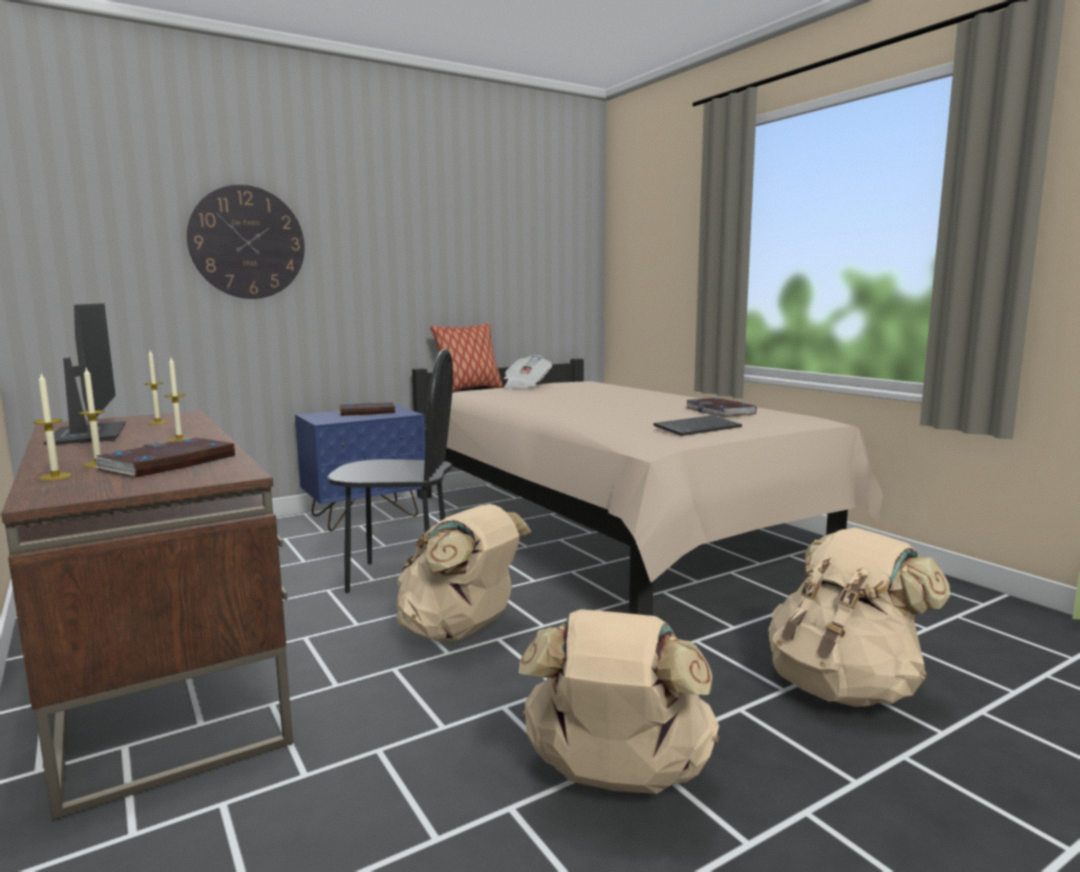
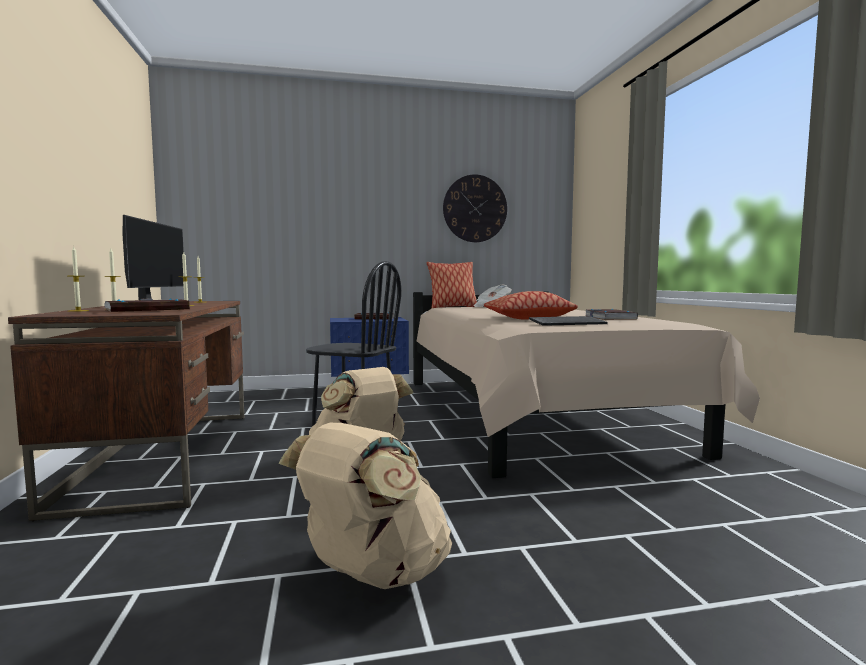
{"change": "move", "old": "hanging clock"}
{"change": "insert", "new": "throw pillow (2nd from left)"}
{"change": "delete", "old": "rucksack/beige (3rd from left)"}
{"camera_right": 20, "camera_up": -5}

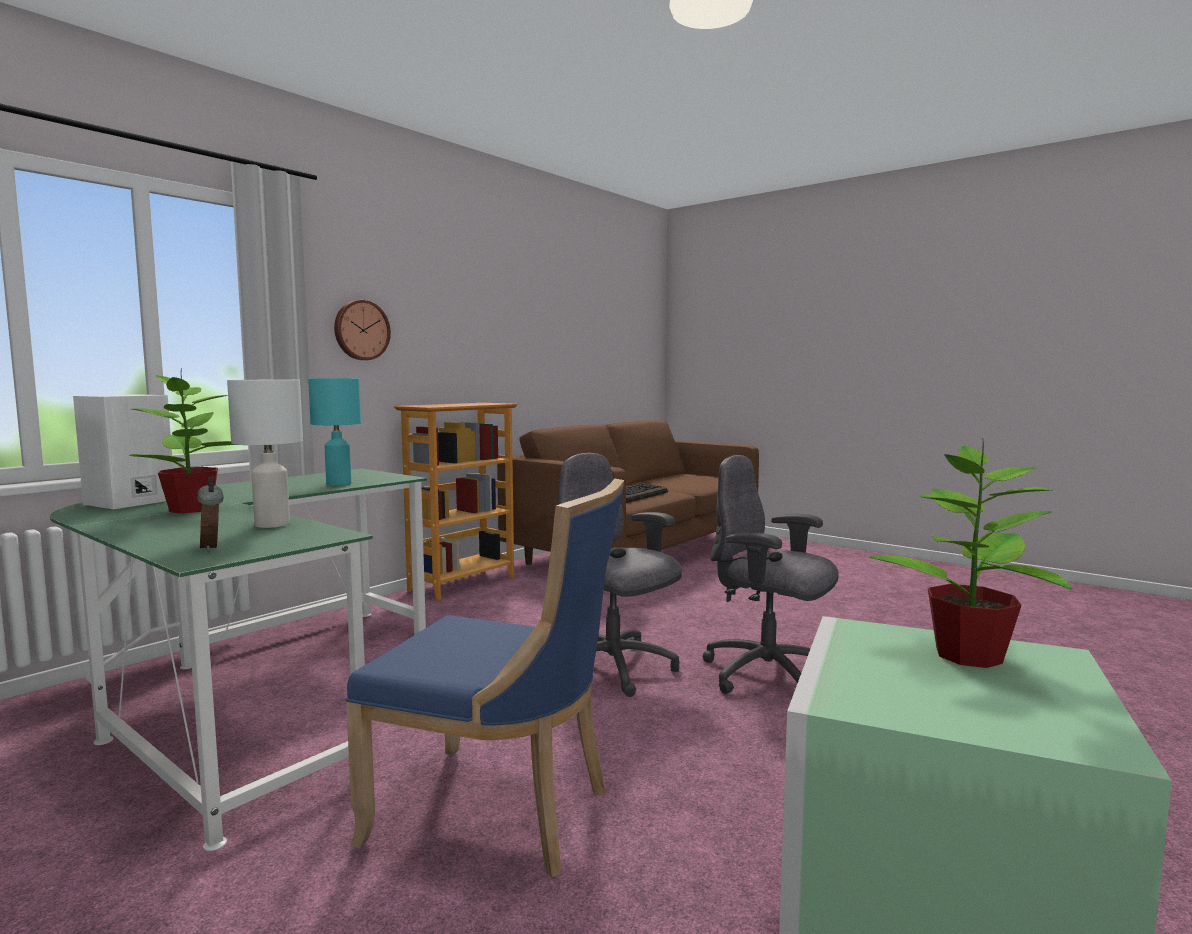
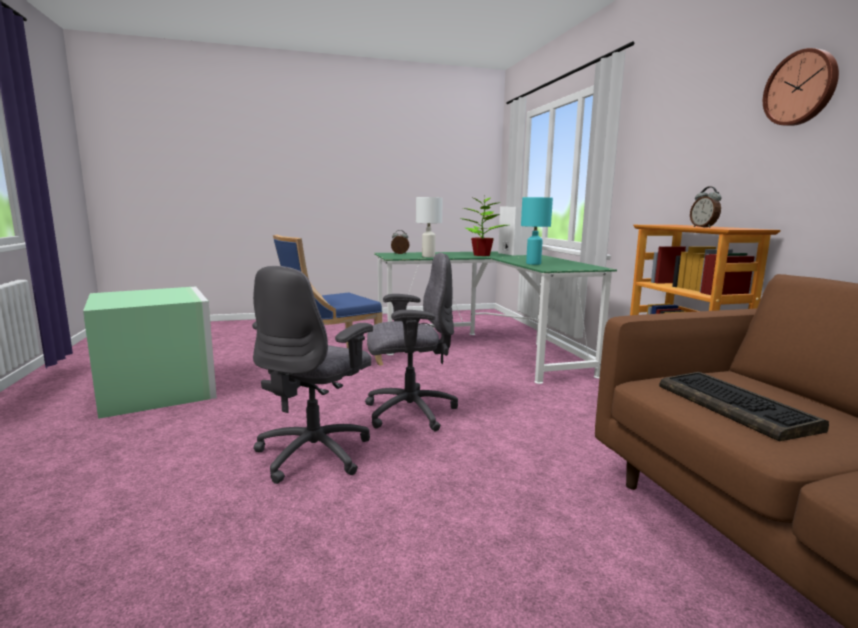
{"change": "rotate", "old": "desk chair/gray (2nd from left in the first image)", "degrees": 135}
{"change": "insert", "new": "table clock (2nd from left)"}
{"change": "move", "old": "hanging clock"}
{"change": "delete", "old": "houseplant (2nd from left)"}
{"camera_right": 125, "camera_up": 5}

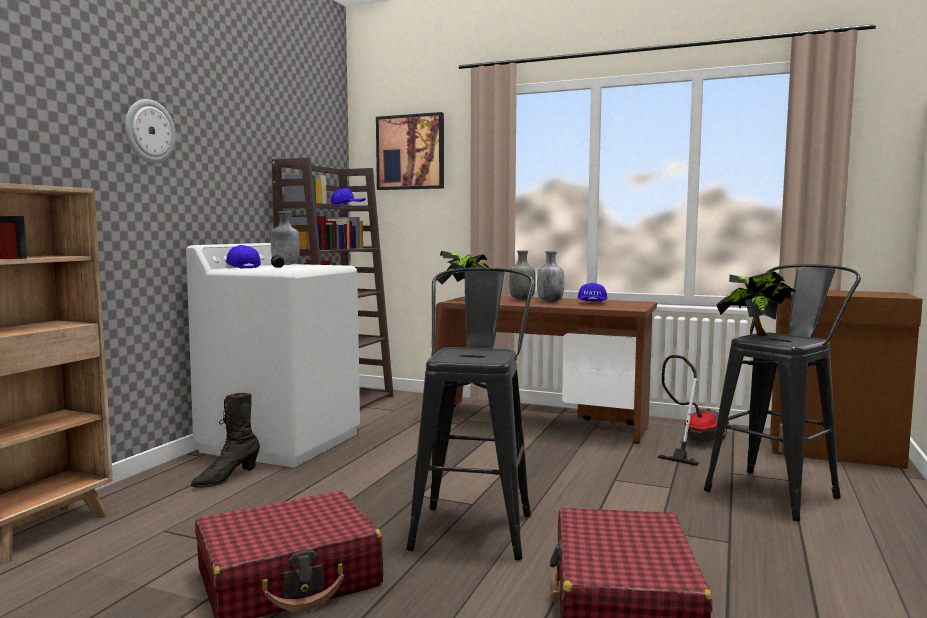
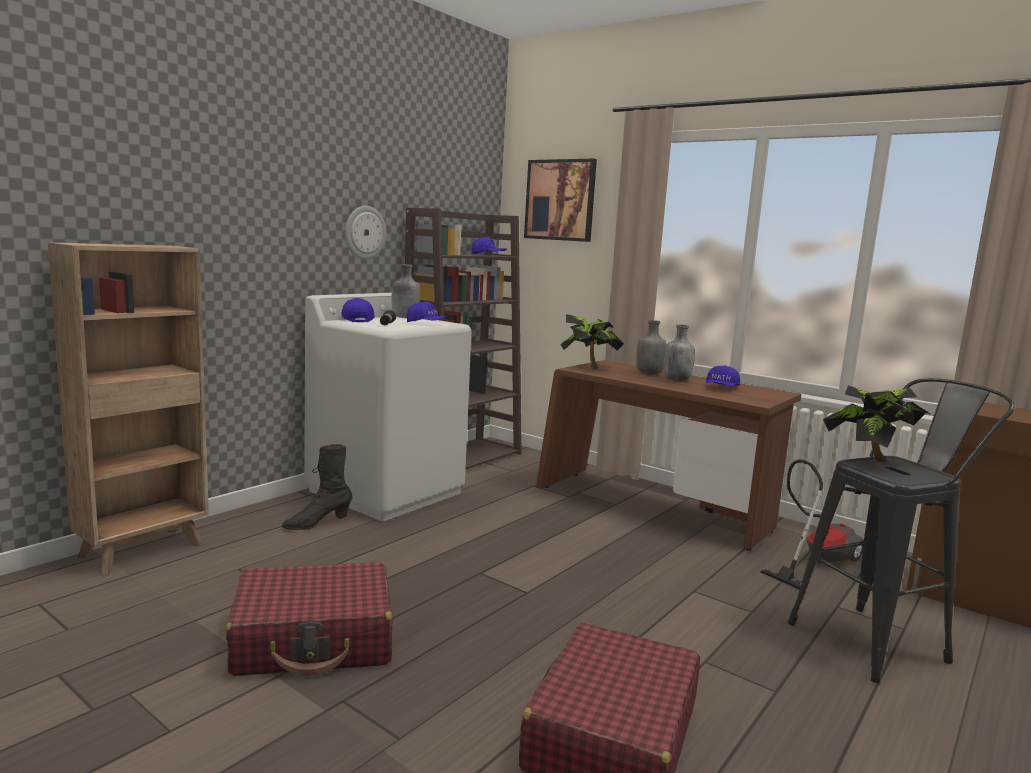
{"change": "move", "old": "hanging clock"}
{"change": "insert", "new": "cap/blue-coloured (2nd from left)"}
{"change": "delete", "old": "stool/blackish (1st from left)"}
{"camera_right": 15, "camera_up": 5}

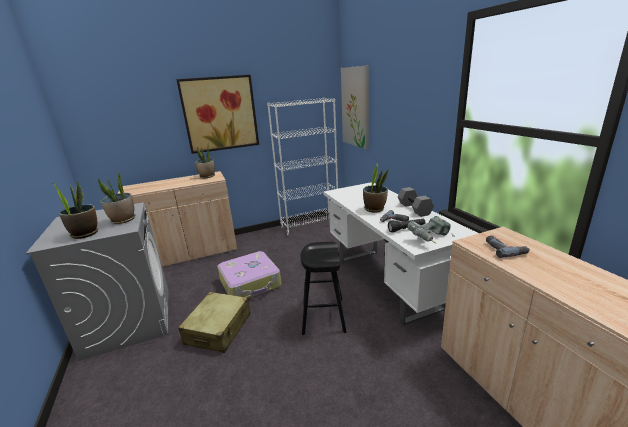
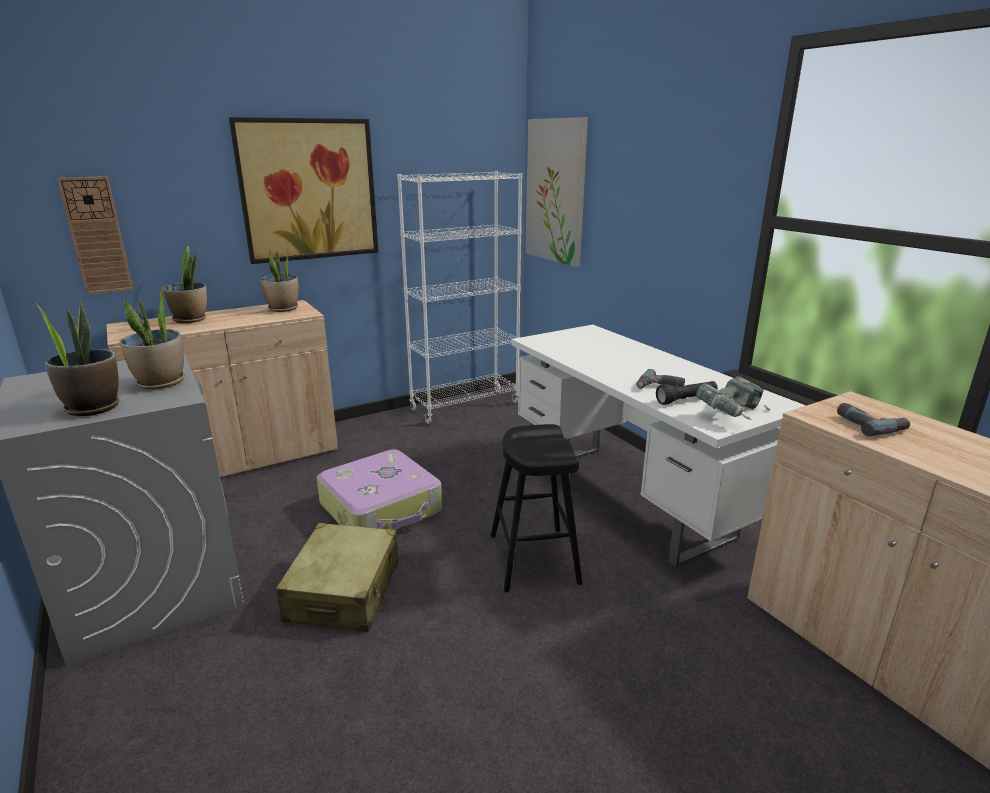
{"change": "insert", "new": "hanging clock"}
{"change": "move", "old": "houseplant (4th from left in the first image)", "new": "houseplant (3rd from left)"}
{"change": "delete", "old": "hand weight/gray"}
{"camera_right": -10, "camera_up": 0}

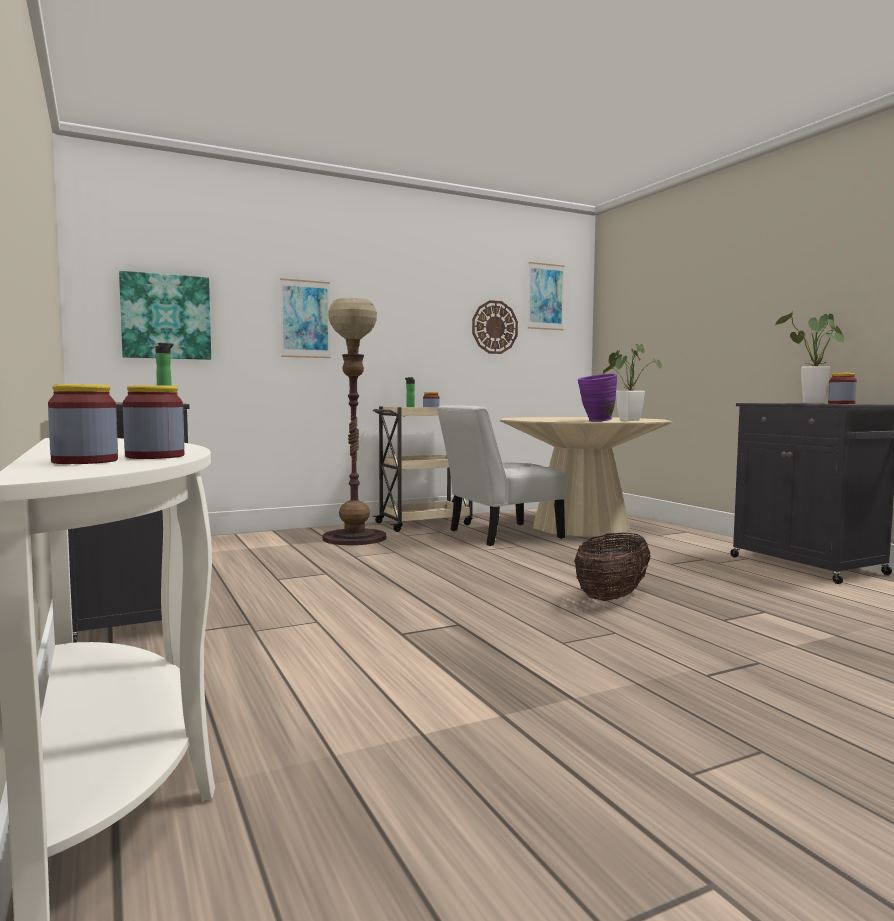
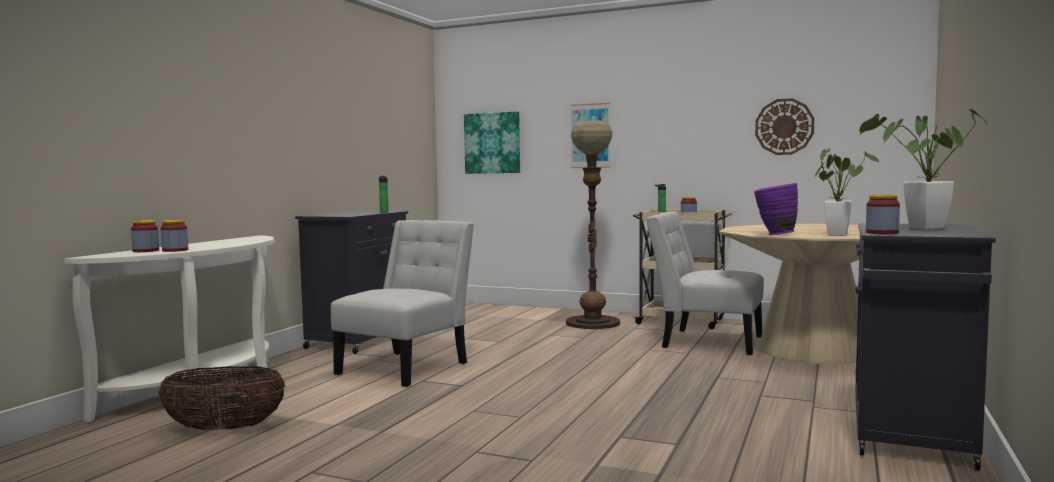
{"change": "move", "old": "storage basket"}
{"change": "insert", "new": "chair/white (1st from left)"}
{"change": "delete", "old": "wall art (3rd from left)"}
{"camera_right": 50, "camera_up": 0}

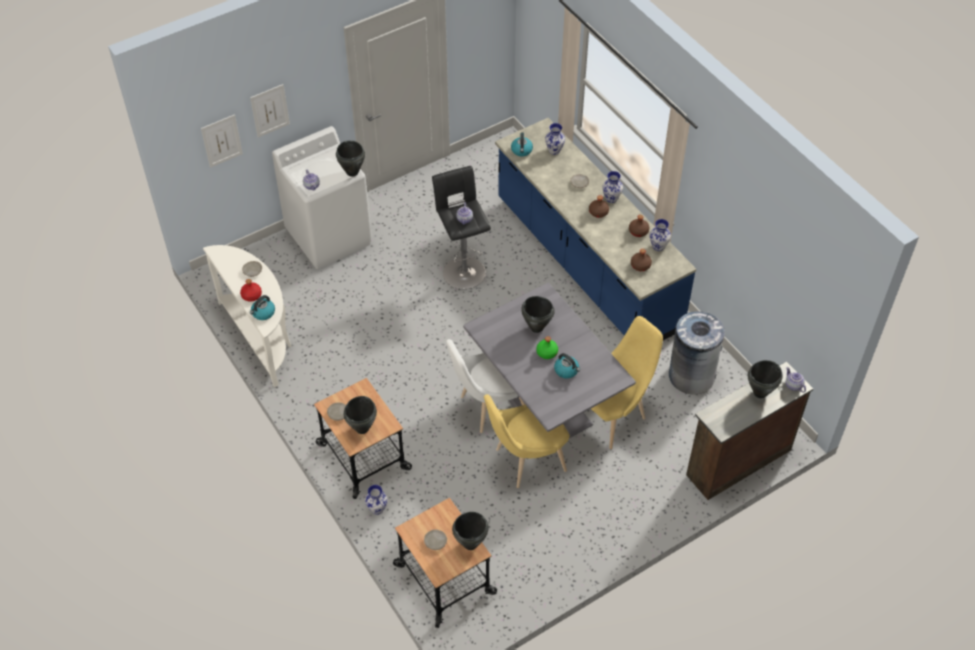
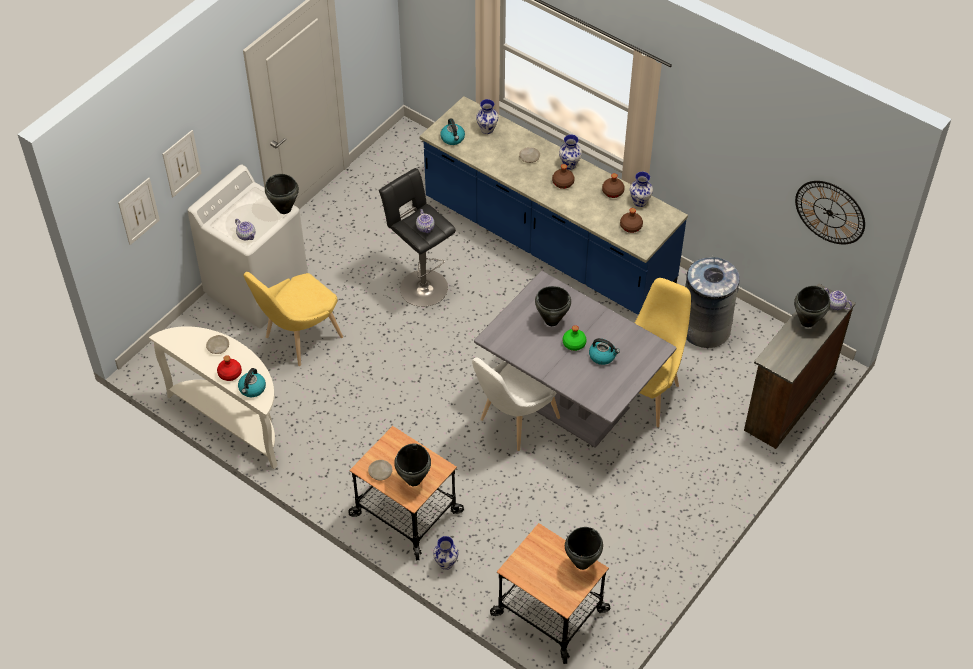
{"change": "move", "old": "chair/yellow-coloured (1st from left)"}
{"change": "insert", "new": "hanging clock"}
{"change": "delete", "old": "flat dish/beige (3rd from left)"}
{"camera_right": -20, "camera_up": 0}

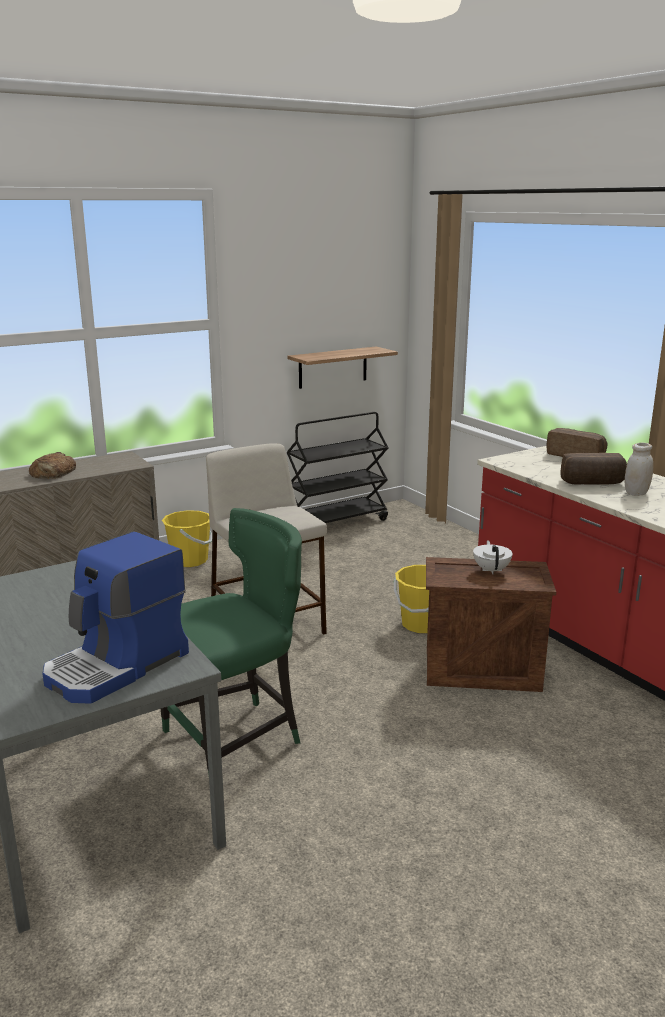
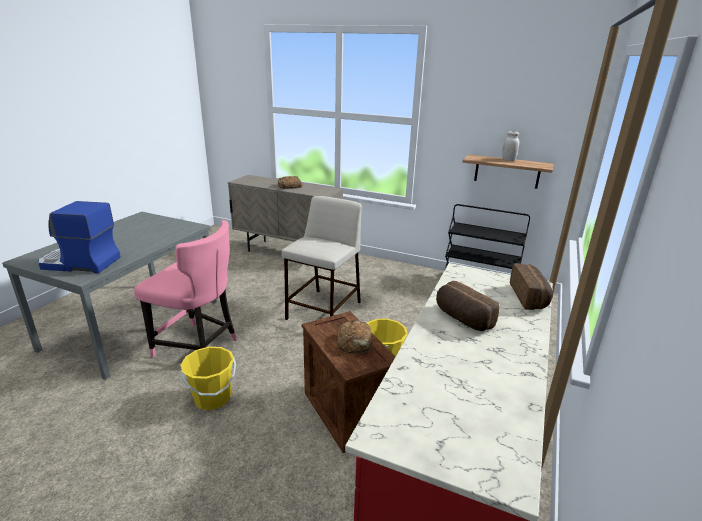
{"change": "recolor", "old": "chair/green", "new": "chair/pinkish"}
{"change": "move", "old": "bucket/yellow-coloured (1st from left)"}
{"change": "replace", "old": "tea pot/white", "new": "bakery bread (2nd from left)"}
{"change": "move", "old": "storage jar/white"}
{"camera_right": 55, "camera_up": 5}

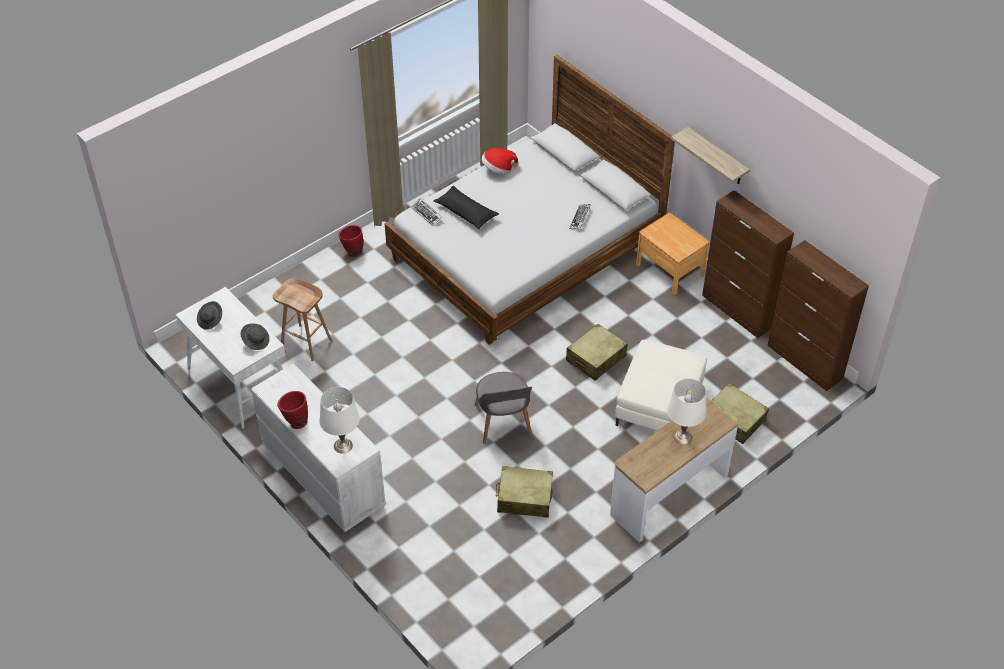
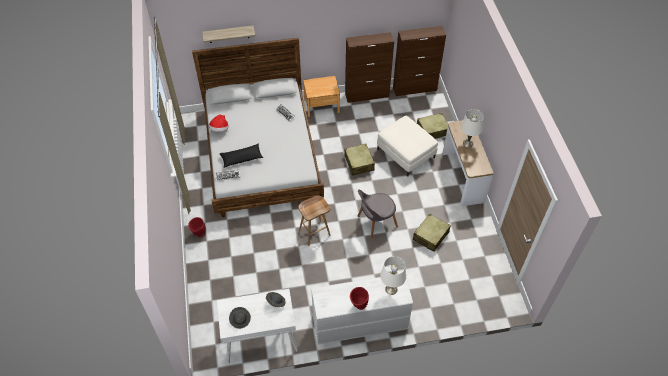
{"change": "move", "old": "wall shelf"}
{"change": "move", "old": "stool/brownish"}
{"change": "rotate", "old": "chair/gray", "degrees": 135}
{"camera_right": -60, "camera_up": 5}

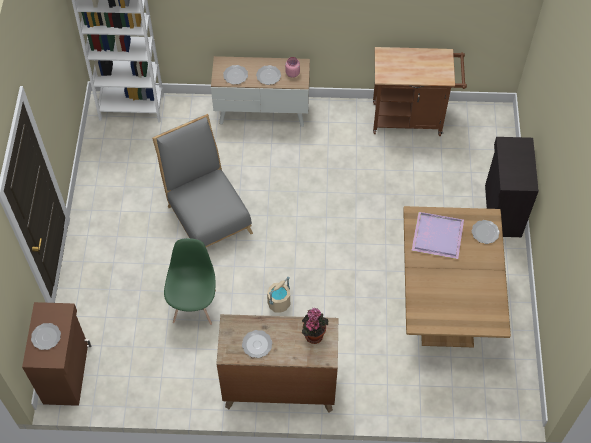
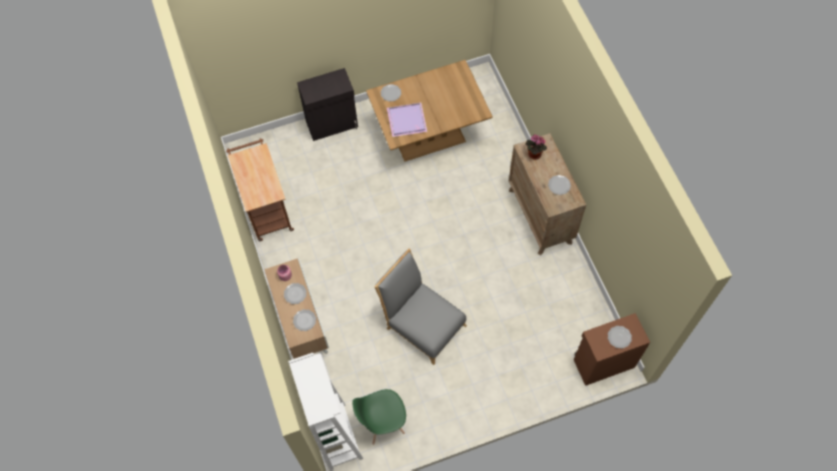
{"change": "move", "old": "chair/green"}
{"change": "rotate", "old": "chair/gray", "degrees": 90}
{"change": "delete", "old": "bucket/beige"}
{"camera_right": -110, "camera_up": 5}

